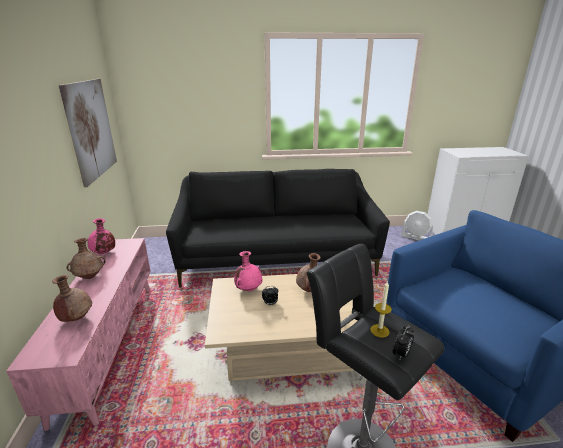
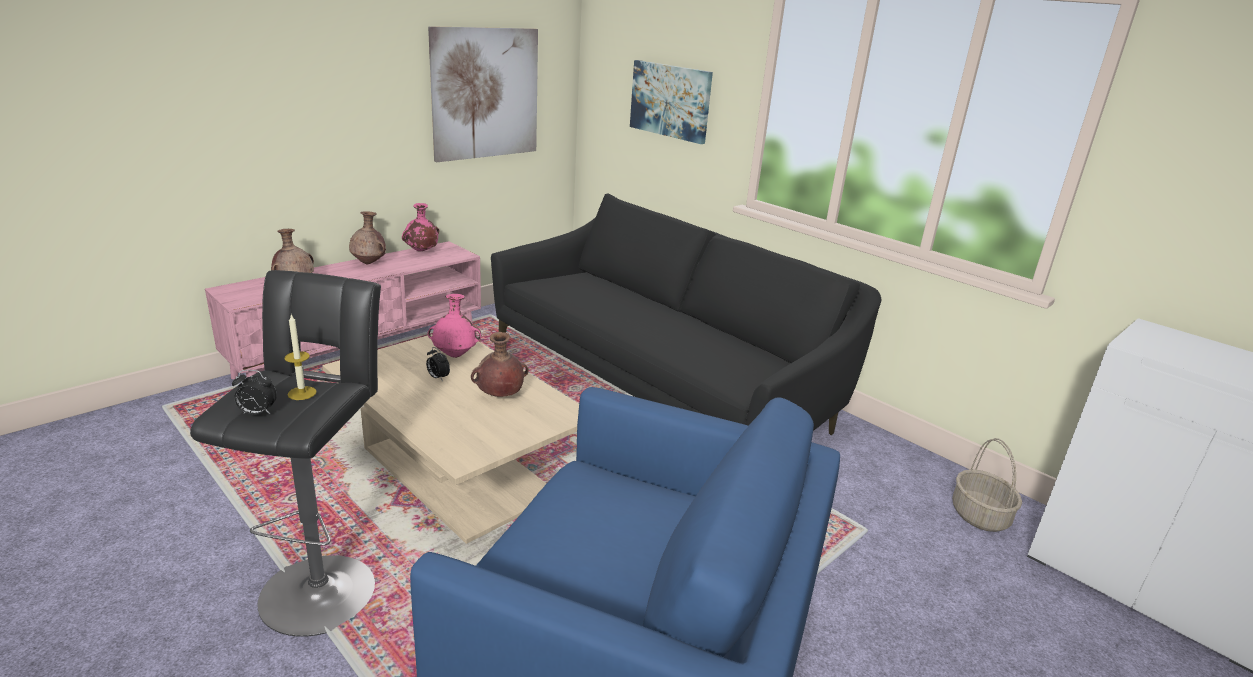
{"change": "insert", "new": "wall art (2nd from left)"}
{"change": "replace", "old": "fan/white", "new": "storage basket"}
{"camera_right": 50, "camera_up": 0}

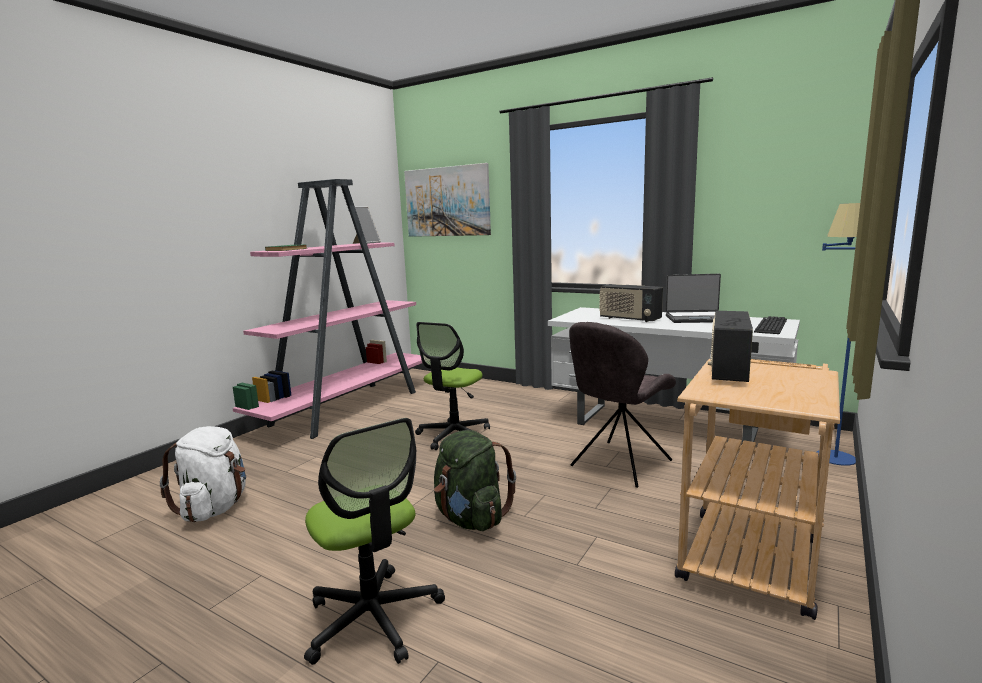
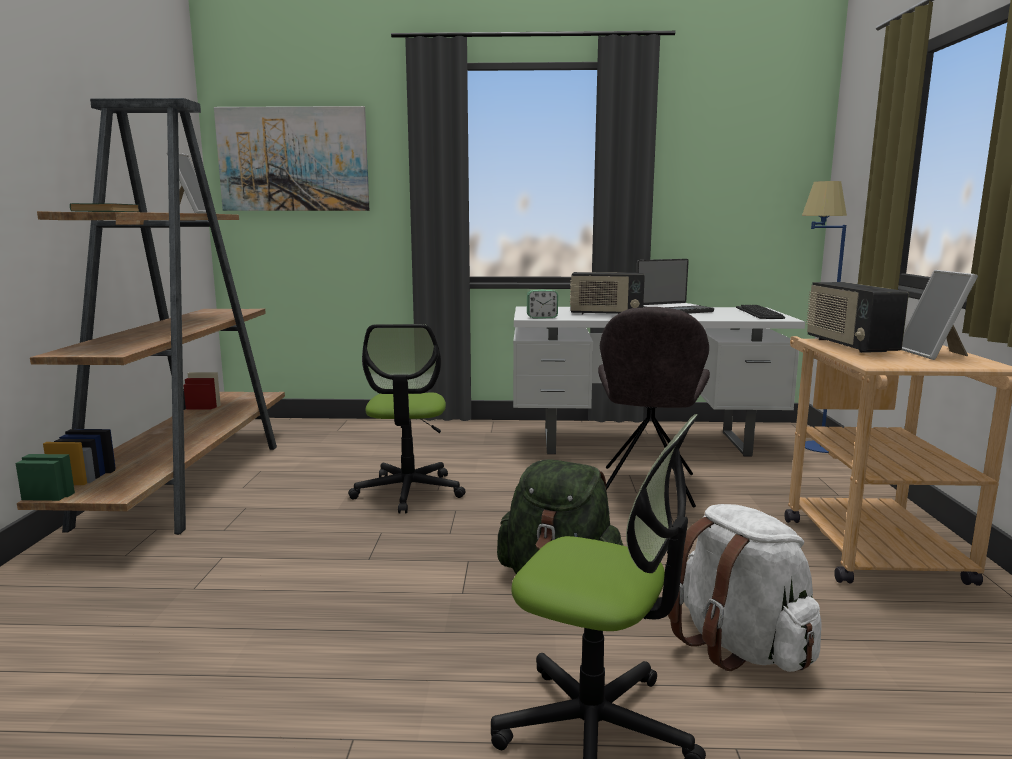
{"change": "recolor", "old": "bookcase/pinkish", "new": "bookcase/brownish"}
{"change": "insert", "new": "table clock"}
{"change": "move", "old": "rucksack/white"}
{"change": "insert", "new": "picture frame (2nd from left)"}
{"camera_right": -30, "camera_up": 0}

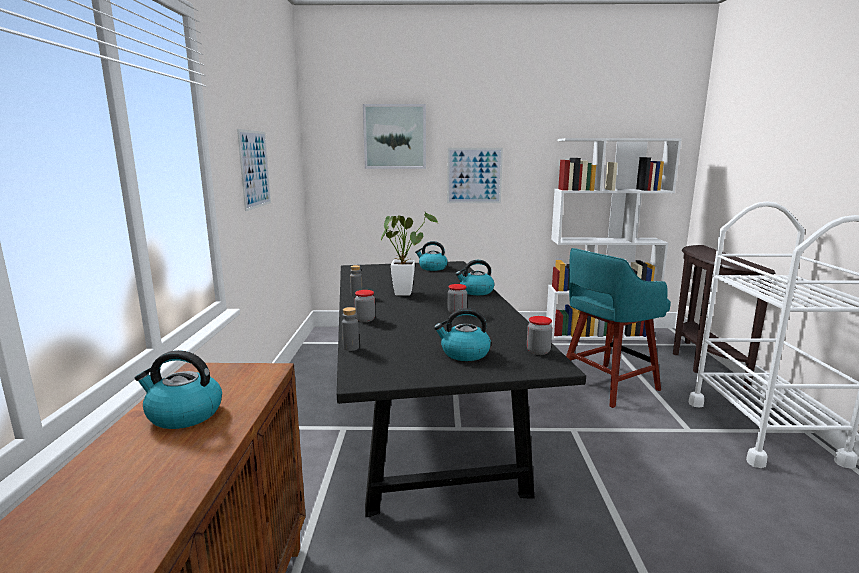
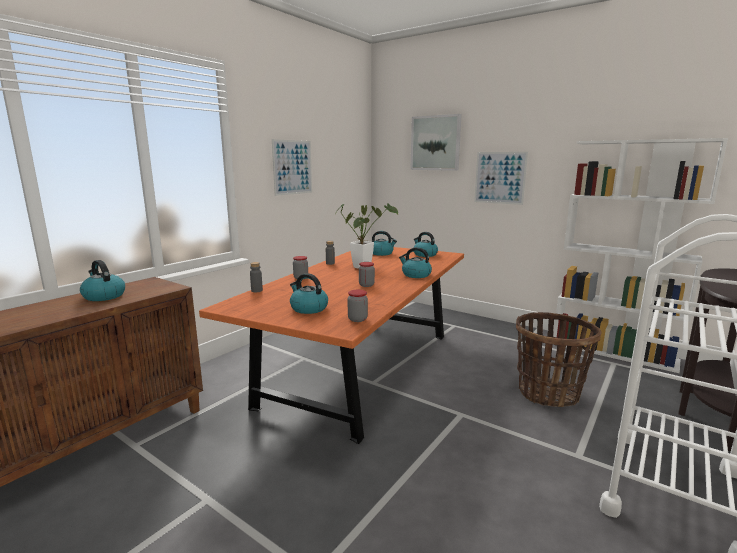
{"change": "recolor", "old": "kitchen table/blackish", "new": "kitchen table/orange"}
{"change": "insert", "new": "water kettle (3rd from left)"}
{"change": "replace", "old": "stool/turquoise-coloured", "new": "storage basket"}
{"camera_right": 35, "camera_up": 0}

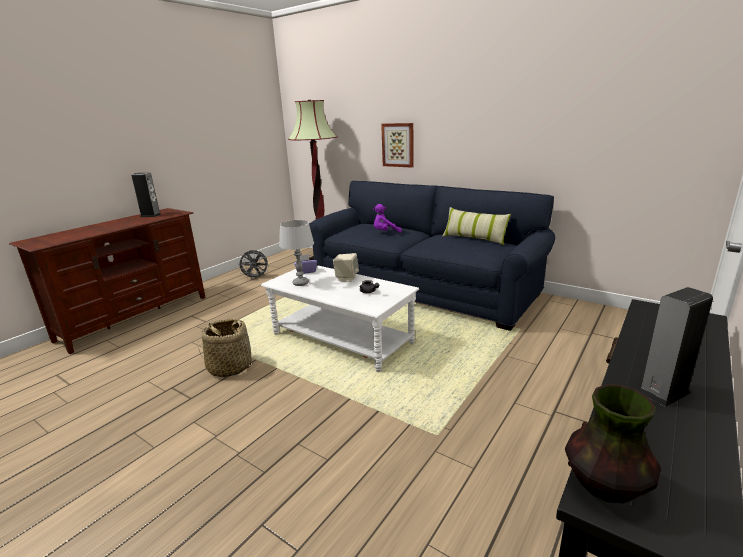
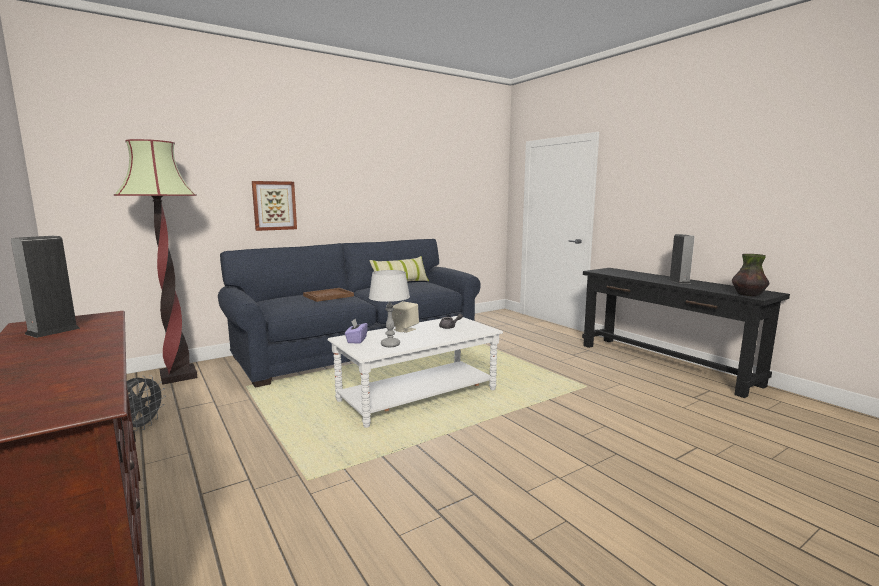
{"change": "replace", "old": "cuddly toy/purplish", "new": "tray/brownish"}
{"change": "delete", "old": "storage basket"}
{"camera_right": -70, "camera_up": -10}

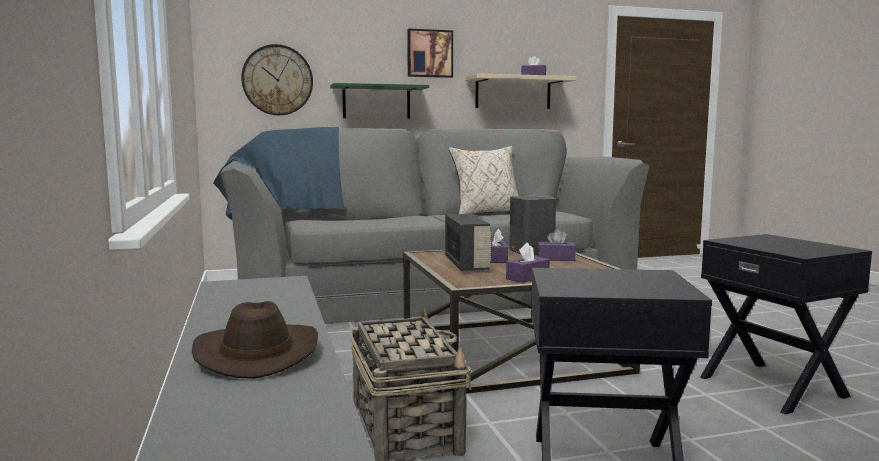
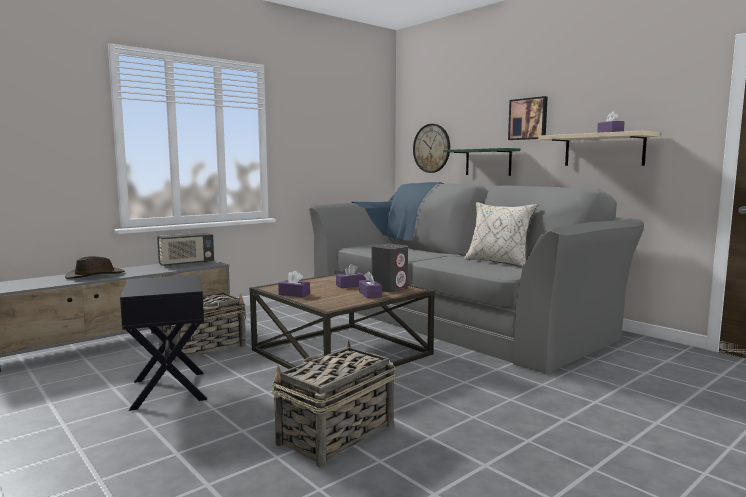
{"change": "move", "old": "radio receiver"}
{"change": "replace", "old": "accent table/blackish (2nd from left)", "new": "storage basket (2nd from left)"}
{"camera_right": 65, "camera_up": 0}

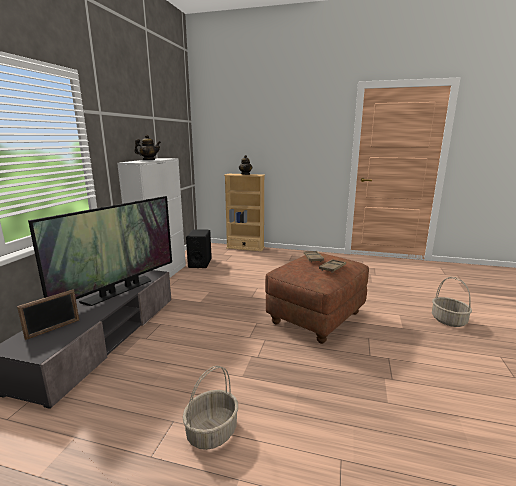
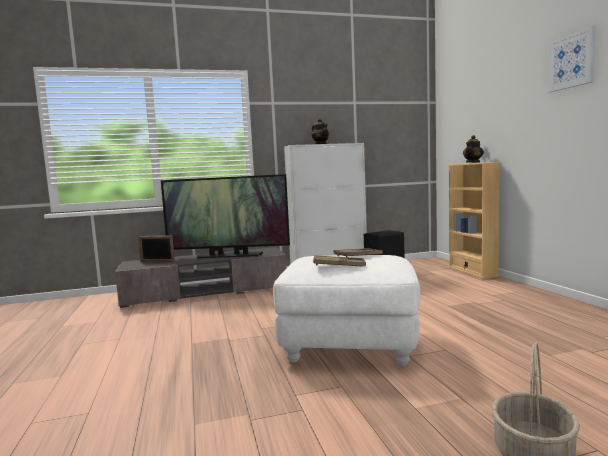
{"change": "recolor", "old": "footrest/brownish", "new": "footrest/white"}
{"change": "insert", "new": "wall art"}
{"change": "delete", "old": "storage basket (1st from left)"}
{"camera_right": 60, "camera_up": -10}

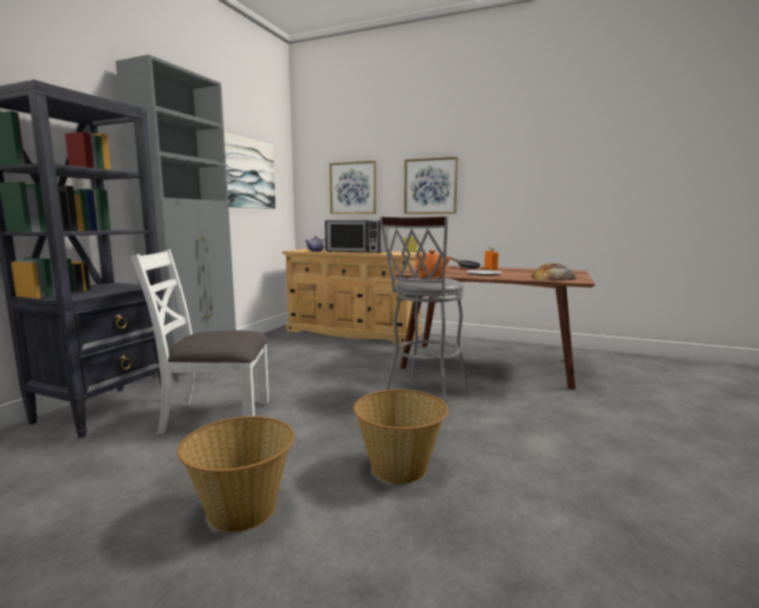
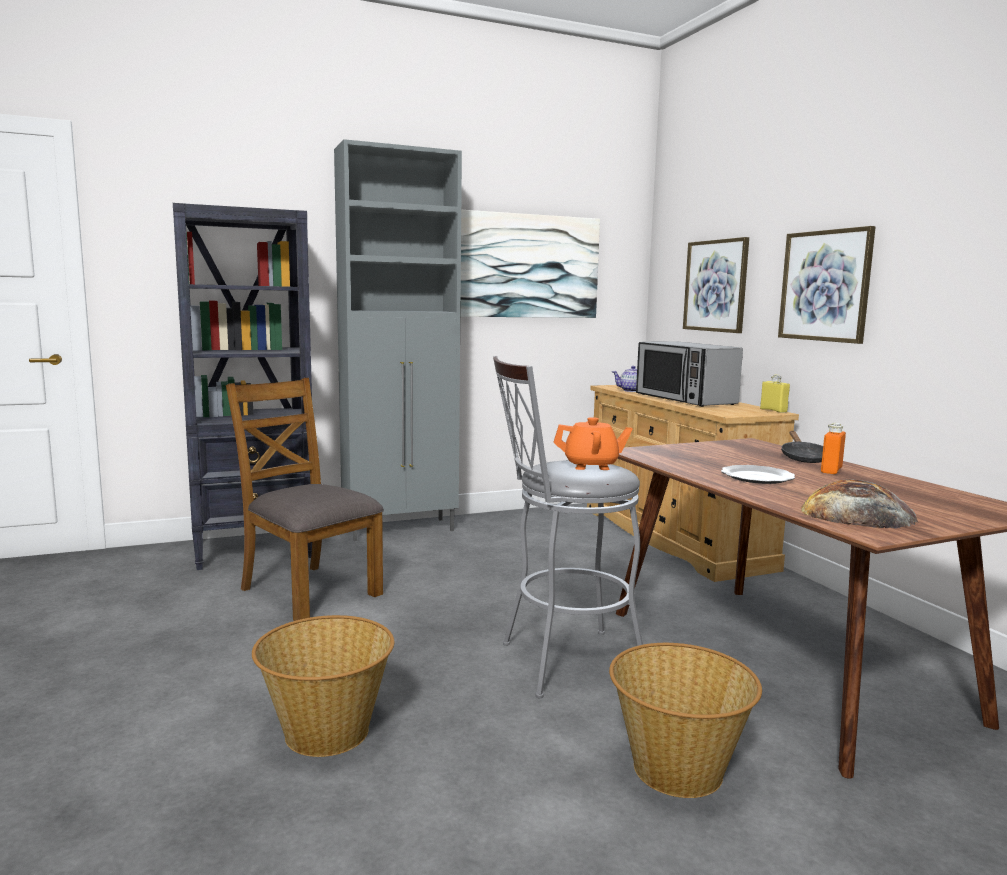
{"change": "recolor", "old": "chair/white", "new": "chair/brownish"}
{"change": "move", "old": "storage basket (1st from left in the first image)", "new": "storage basket (2nd from left)"}
{"camera_right": 45, "camera_up": 0}

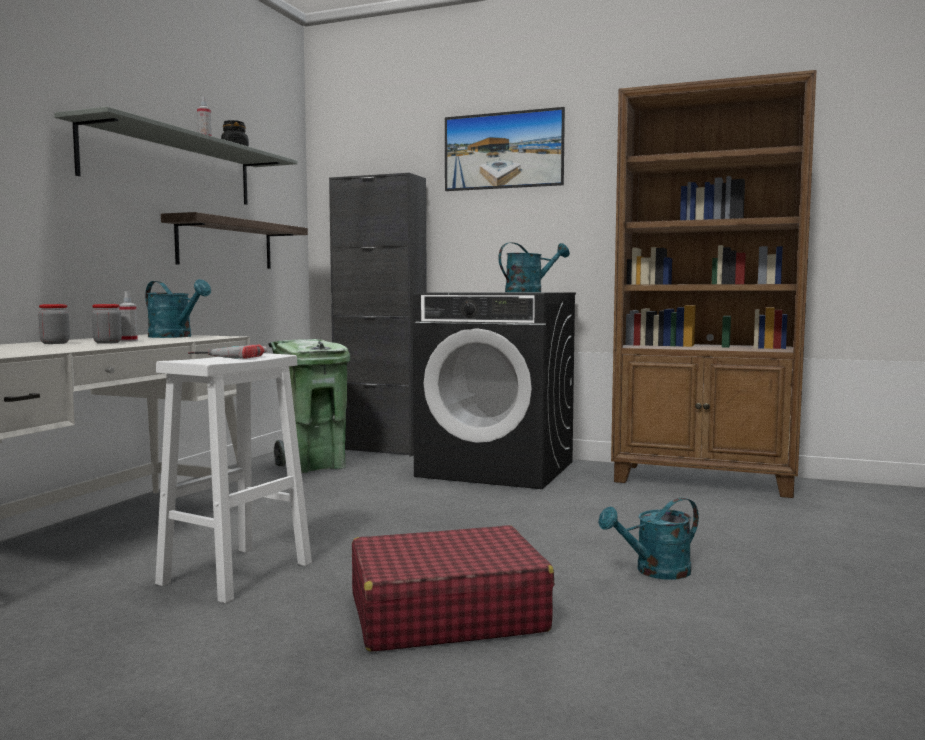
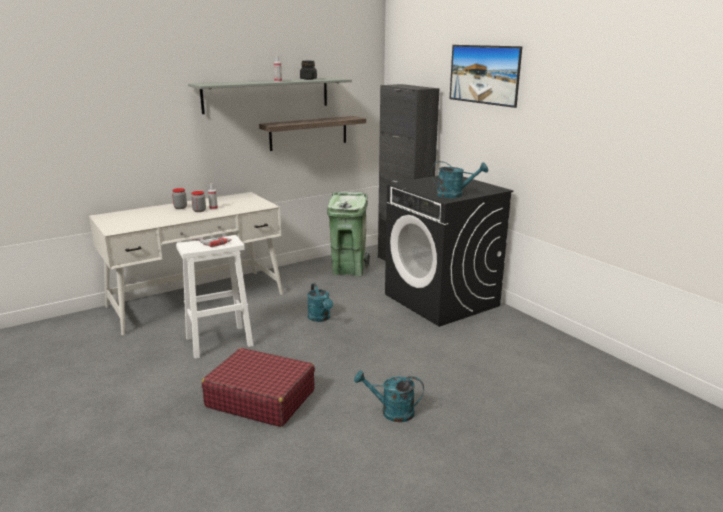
{"change": "move", "old": "watering pot/turquoise-coloured (1st from left)"}
{"change": "delete", "old": "bookcase/brownish"}
{"camera_right": 35, "camera_up": 15}

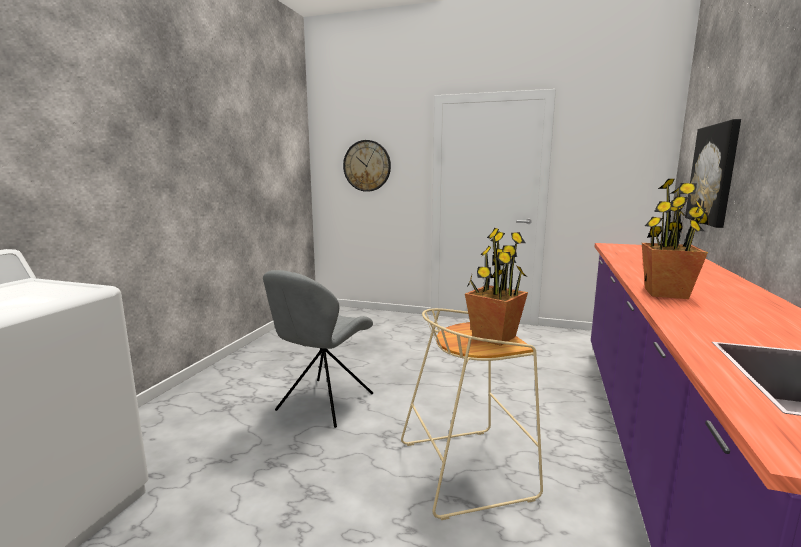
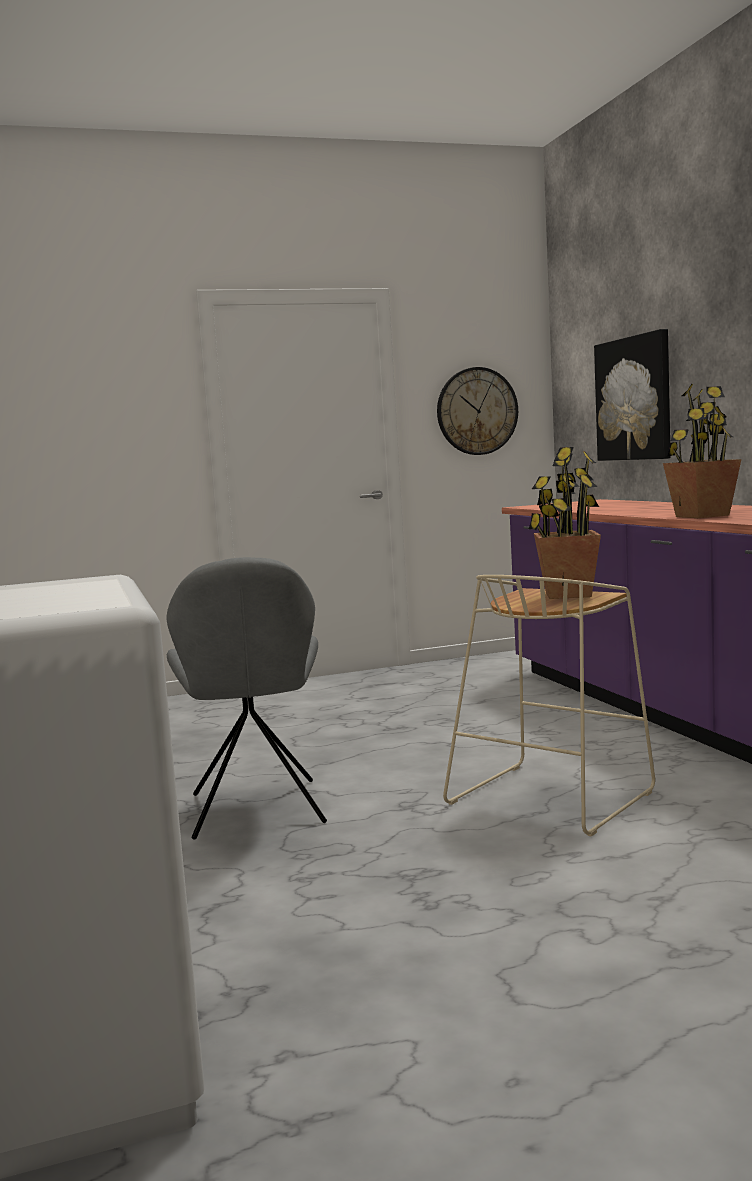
{"change": "move", "old": "hanging clock"}
{"camera_right": -35, "camera_up": -5}

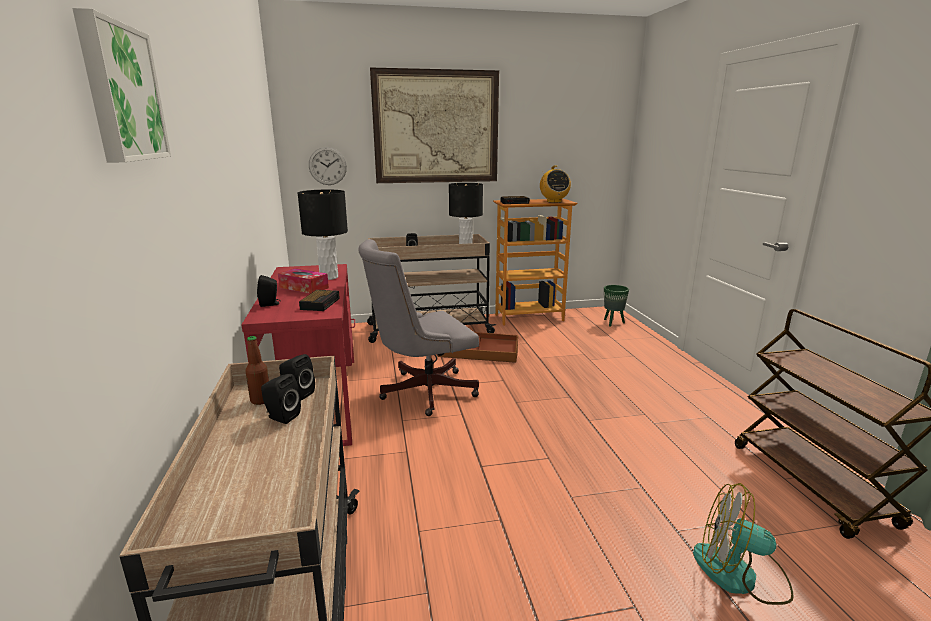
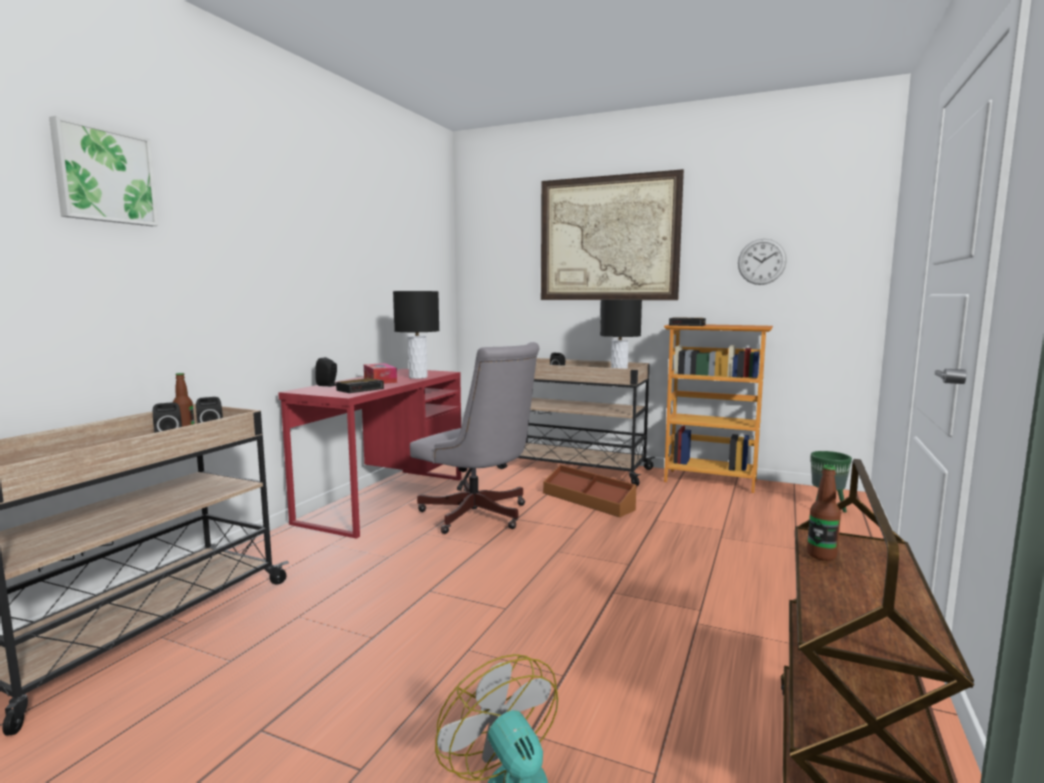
{"change": "rotate", "old": "desk chair/gray", "degrees": -150}
{"change": "move", "old": "hanging clock"}
{"change": "insert", "new": "beverage bottle (2nd from left)"}
{"change": "delete", "old": "radio receiver"}
{"camera_right": 35, "camera_up": -10}

